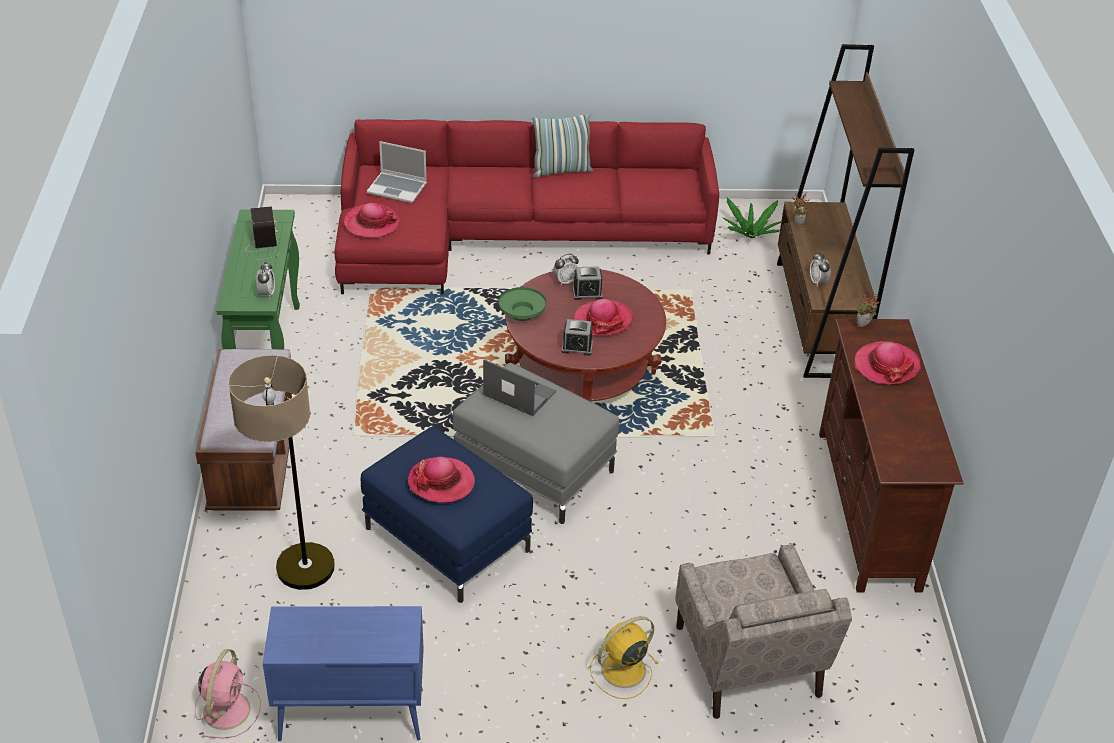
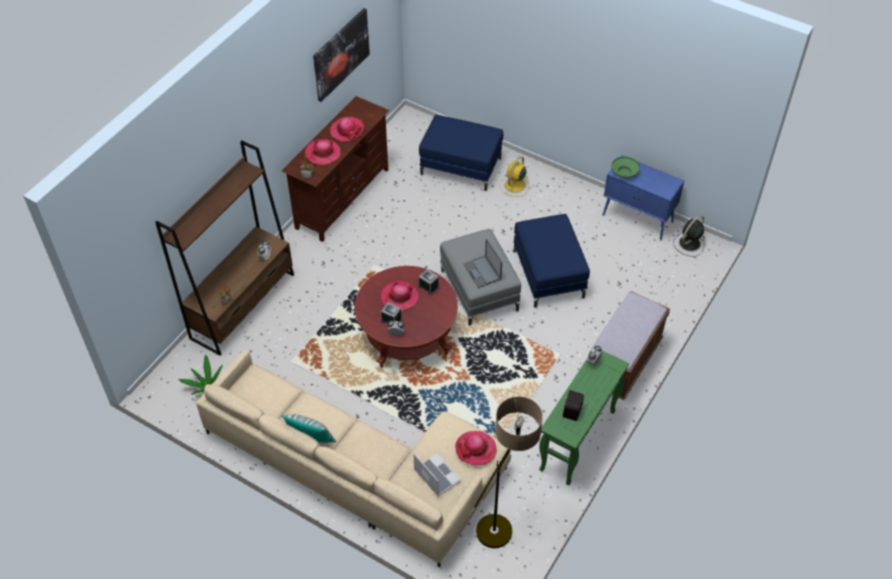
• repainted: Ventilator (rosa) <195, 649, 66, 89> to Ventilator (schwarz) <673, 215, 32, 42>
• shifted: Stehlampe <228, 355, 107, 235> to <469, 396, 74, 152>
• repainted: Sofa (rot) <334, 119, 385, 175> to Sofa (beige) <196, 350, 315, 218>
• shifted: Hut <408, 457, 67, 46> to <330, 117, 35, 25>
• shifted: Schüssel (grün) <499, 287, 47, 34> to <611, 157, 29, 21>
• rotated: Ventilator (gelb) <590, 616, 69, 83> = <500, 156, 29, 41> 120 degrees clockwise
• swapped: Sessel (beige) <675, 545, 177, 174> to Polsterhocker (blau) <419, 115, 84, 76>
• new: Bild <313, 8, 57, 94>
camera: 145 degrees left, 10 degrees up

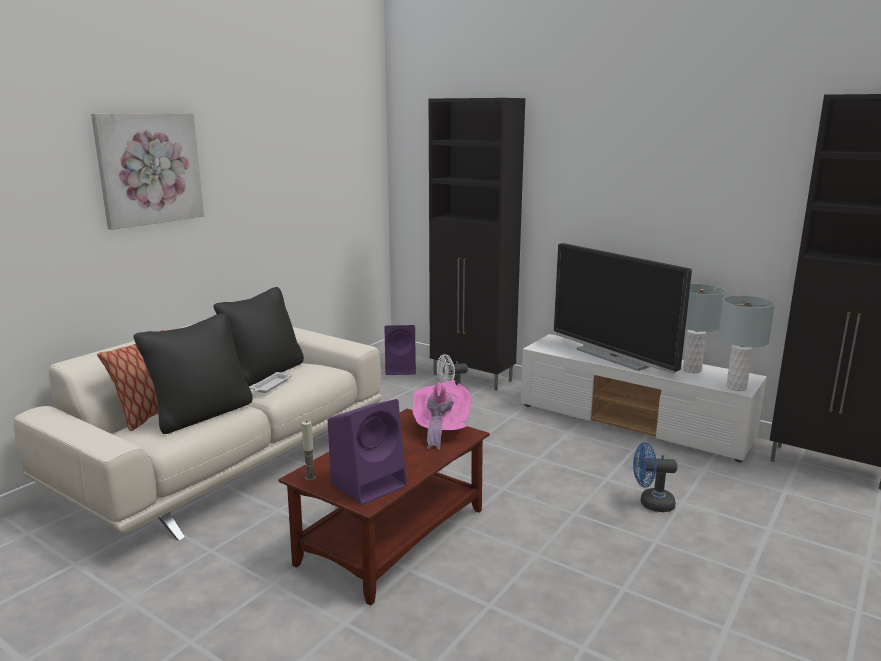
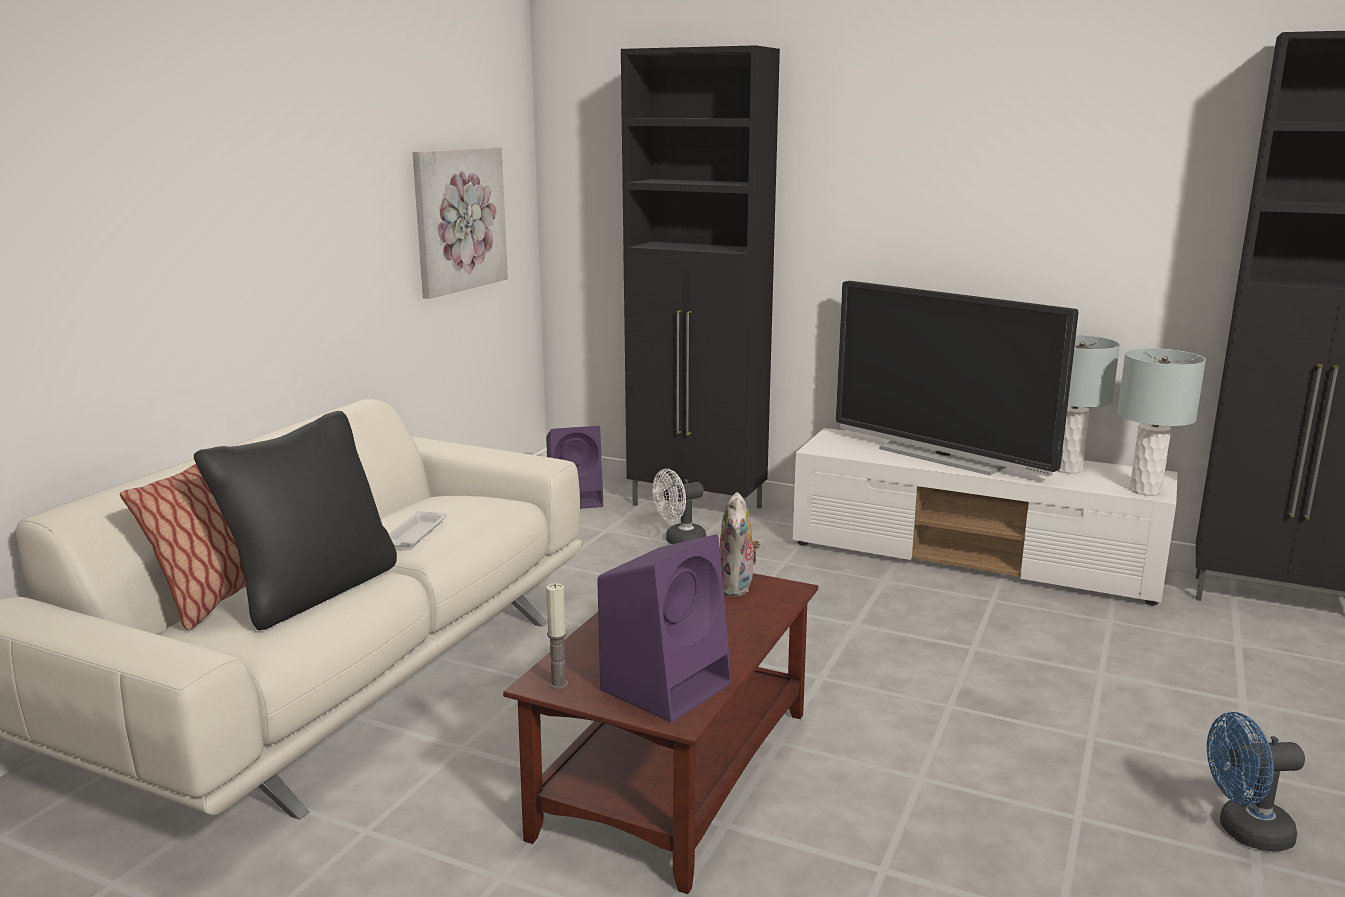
• shifted: Bild <91, 113, 113, 117> to <413, 147, 95, 152>
• gone: Kissen (schwarz) <213, 287, 91, 99>
• swapped: Hut (rosa) <412, 380, 59, 70> to Plüschtier <720, 492, 41, 104>
• shifted: Ventilator (blau) <633, 442, 44, 70> to <1207, 712, 98, 139>
camera: 10 degrees left, 0 degrees up

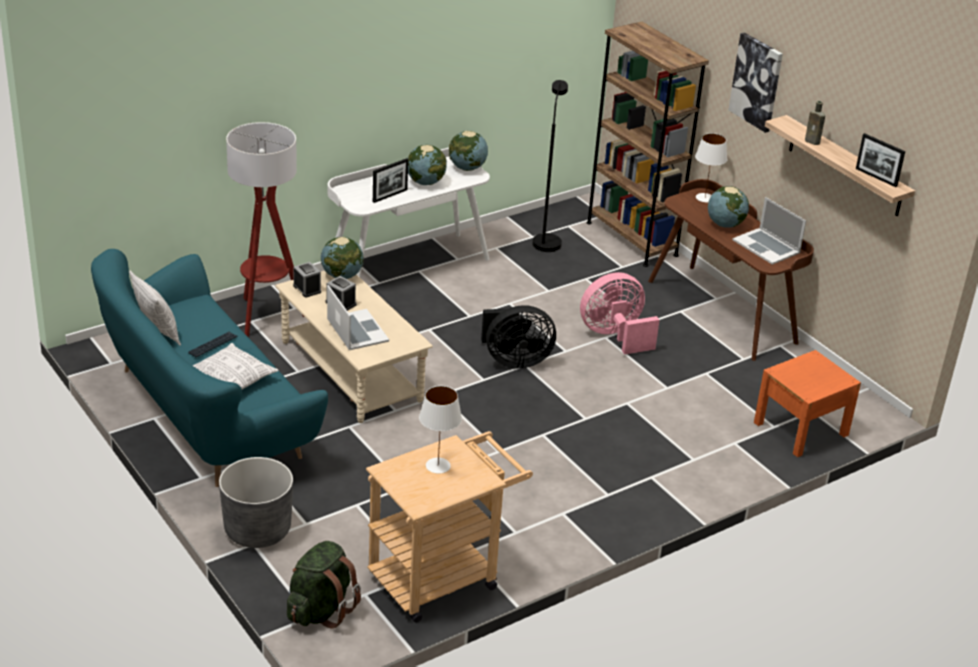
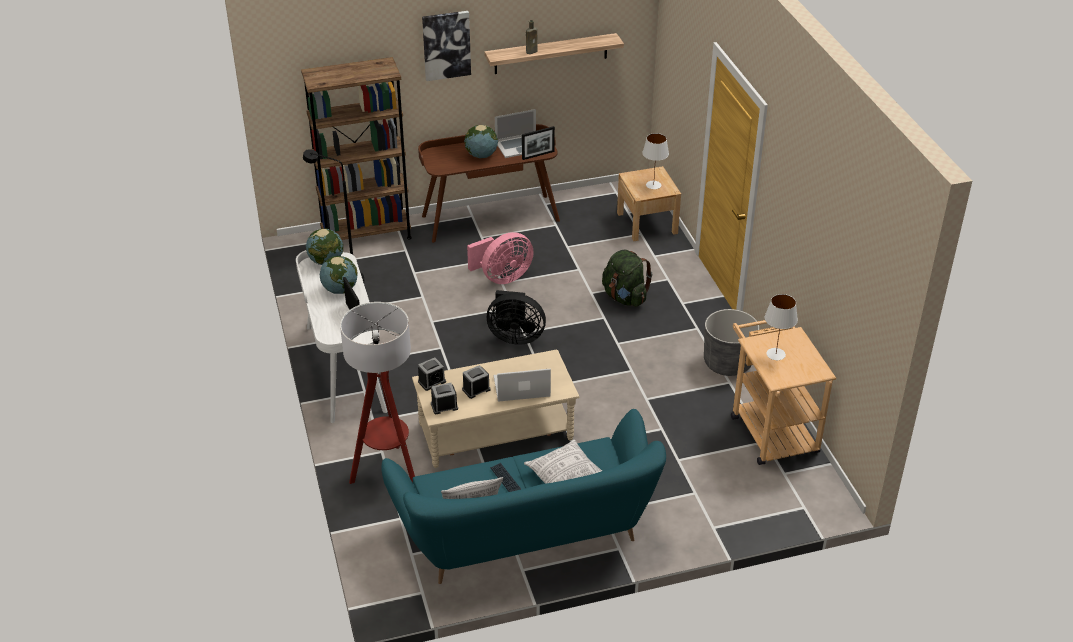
• shifted: Pflanzkübel (grau) <219, 457, 74, 91> to <704, 309, 55, 67>
• shifted: Rucksack (grün) <287, 541, 74, 88> to <602, 250, 50, 57>
• swapped: Globus <321, 237, 43, 42> to Wecker <418, 358, 28, 33>
• rotated: Ventilator (schwarz) <481, 305, 75, 64> = <487, 290, 59, 55> 90 degrees clockwise
• rotated: Ventilator (rosa) <580, 272, 80, 83> = <467, 232, 67, 52> 120 degrees counterclockwise
• shifted: Tischlampe (weiß) <695, 133, 32, 70> to <642, 133, 27, 56>
• repainted: Nachttisch (orange) <754, 350, 107, 107> to Nachttisch (beige) <617, 166, 64, 75>
• shifted: Bilderrahmen <856, 133, 49, 54> to <522, 126, 33, 34>
camera: 70 degrees left, 5 degrees up

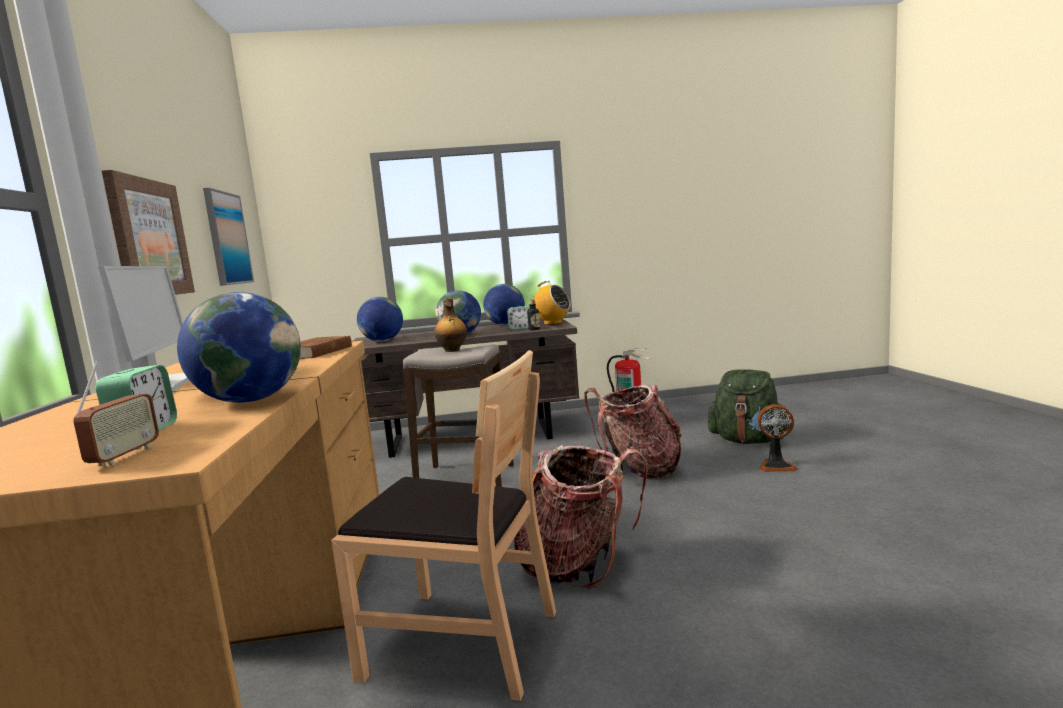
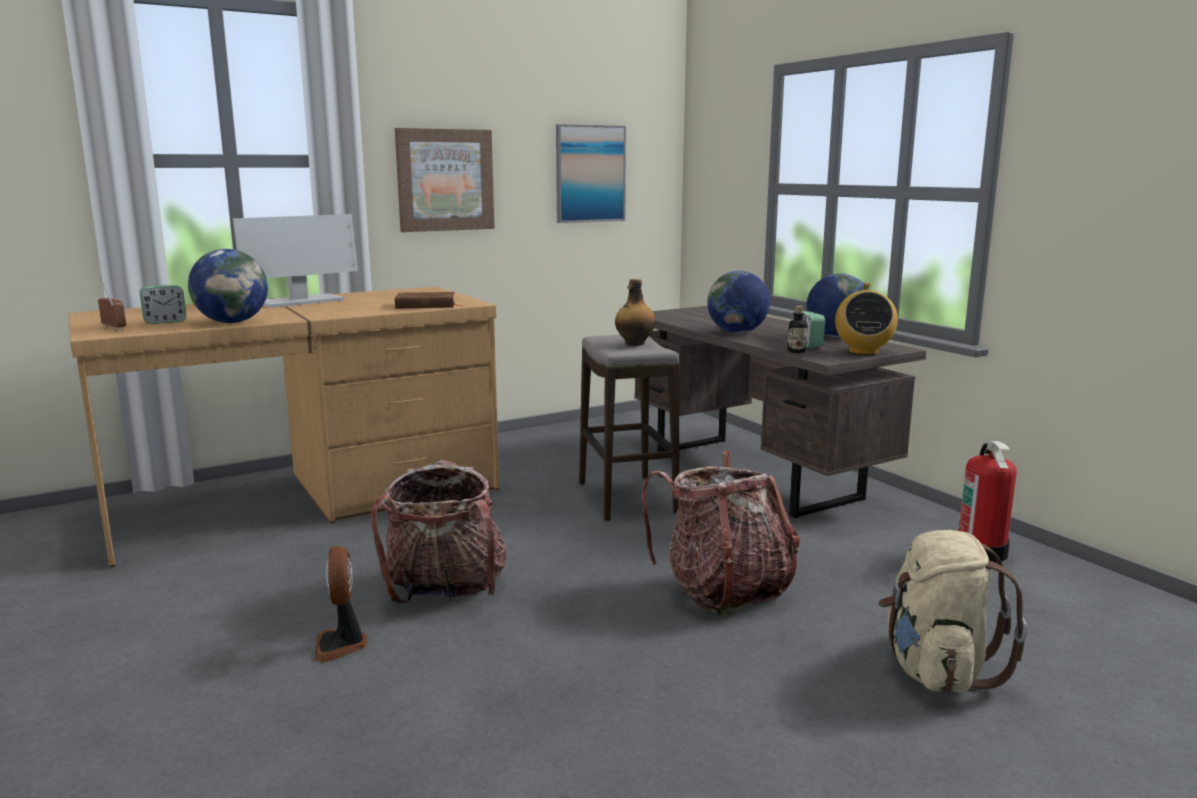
• rotated: Radio <74, 361, 85, 105> = <98, 278, 28, 52> 120 degrees counterclockwise
• gone: Stuhl (braun) <331, 350, 225, 351>
• gone: Globus <357, 297, 46, 45>
• repainted: Rucksack (grün) <708, 369, 80, 75> to Rucksack (beige) <879, 530, 148, 163>
• shifted: Ventilator <758, 404, 40, 68> to <314, 546, 53, 116>
camera: 65 degrees right, 5 degrees up

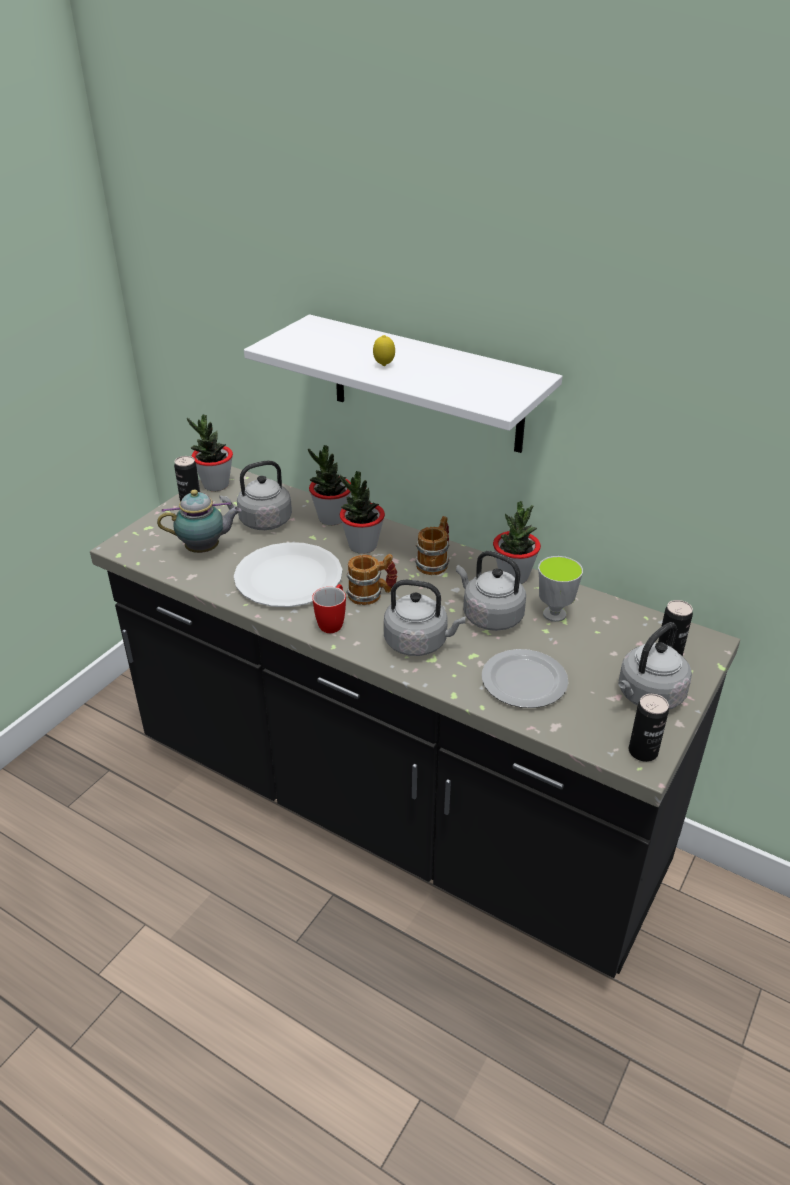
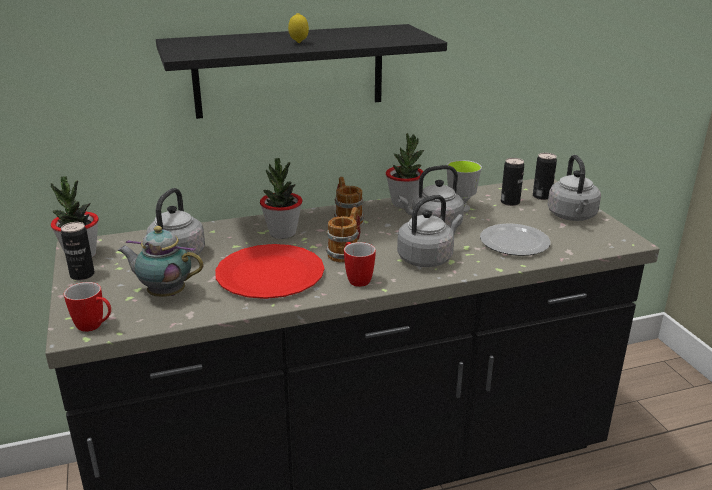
• rotated: Teekanne <157, 489, 85, 64> = <118, 226, 86, 71> 105 degrees counterclockwise
• repainted: Teller (weiß) <234, 542, 109, 65> to Teller (rot) <215, 244, 109, 55>
• repainted: Wandregal (weiß) <244, 314, 318, 139> to Wandregal (schwarz) <156, 24, 291, 95>
• gone: Topfpflanze <308, 445, 43, 80>
• shifted: Dose <629, 694, 40, 68> to <501, 158, 23, 48>
• new: Henkelbecher <64, 282, 47, 50>
camera: 50 degrees left, 10 degrees down

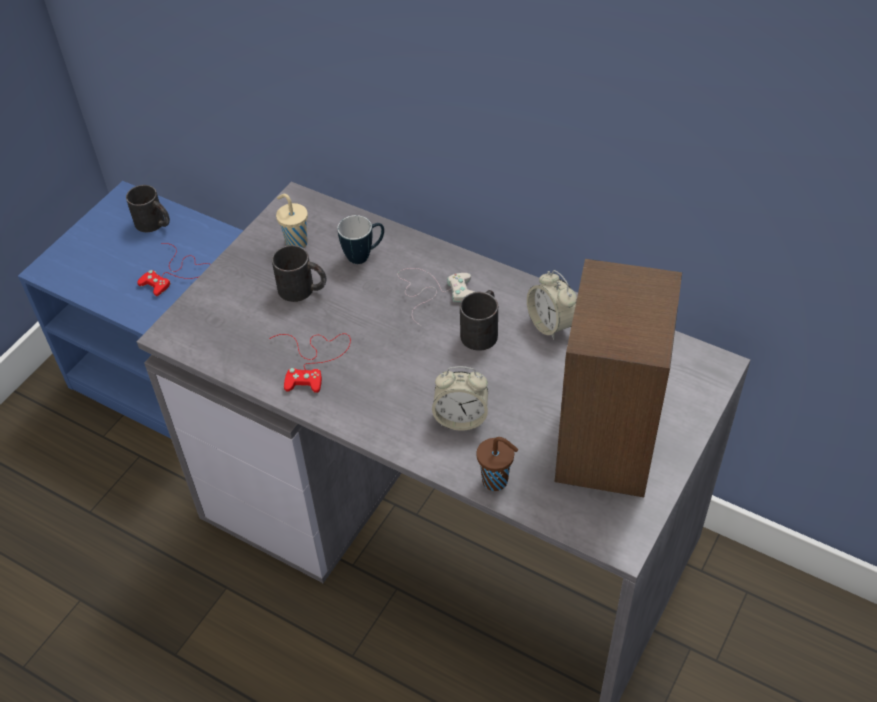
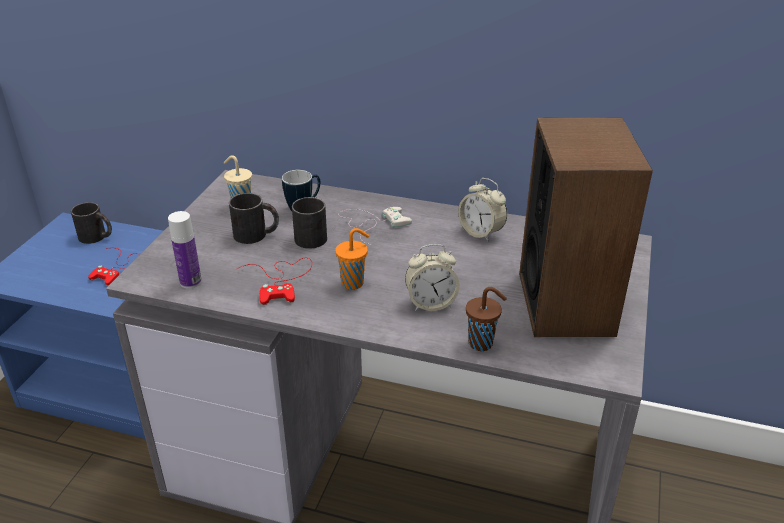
• shifted: Henkelbecher (schwarz) <460, 290, 38, 61> to <292, 197, 35, 52>
• new: Flasche <168, 211, 34, 78>
• new: Tasse (orange) <335, 228, 34, 62>
camera: 15 degrees left, 15 degrees down

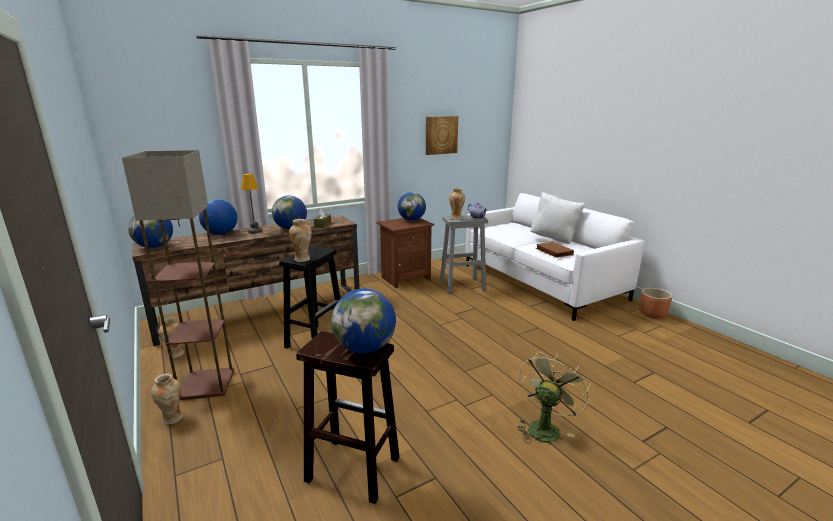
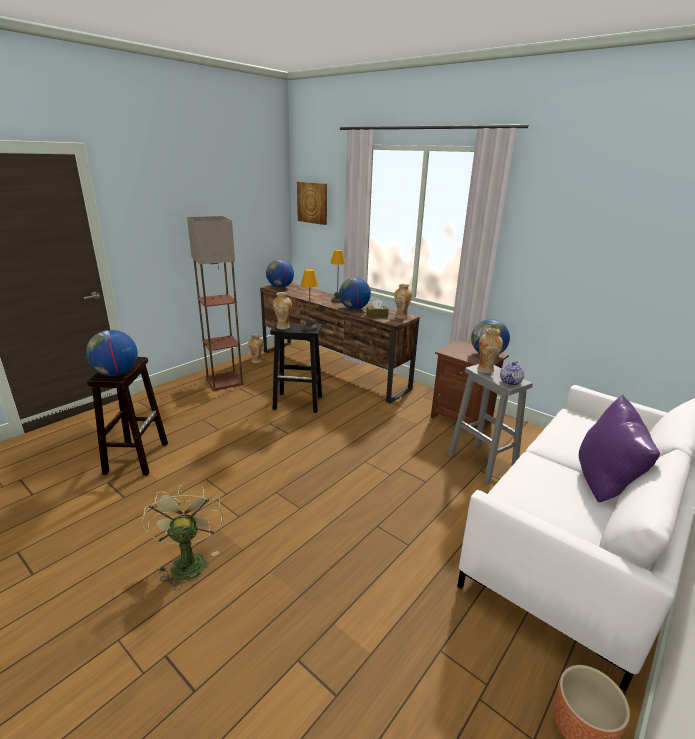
• shifted: Vase <151, 374, 32, 51> to <394, 284, 18, 35>
• gone: Globus <199, 200, 38, 35>
• shifted: Bild <426, 116, 32, 39> to <297, 182, 30, 43>
• rotated: Ventilator (grün) <517, 351, 74, 92> = <142, 485, 81, 105> 120 degrees counterclockwise
• repainted: Kissen (weiß) <530, 192, 55, 51> to Kissen (lila) <579, 394, 81, 108>
• gone: Buch (braun) <536, 242, 38, 16>
• new: Tischlampe <301, 269, 17, 62>
camera: 70 degrees right, 5 degrees up

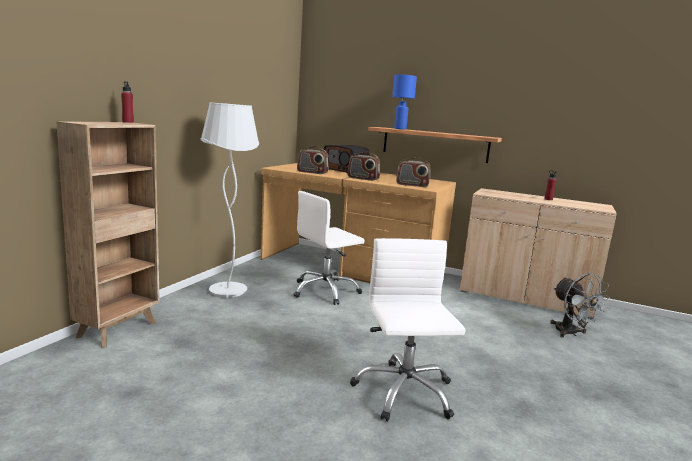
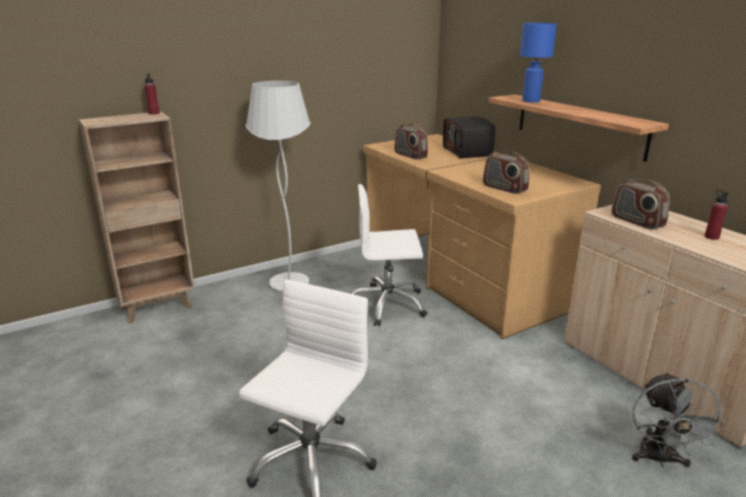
• shifted: Radio <347, 151, 33, 30> to <611, 179, 59, 51>
camera: 35 degrees right, 10 degrees up

